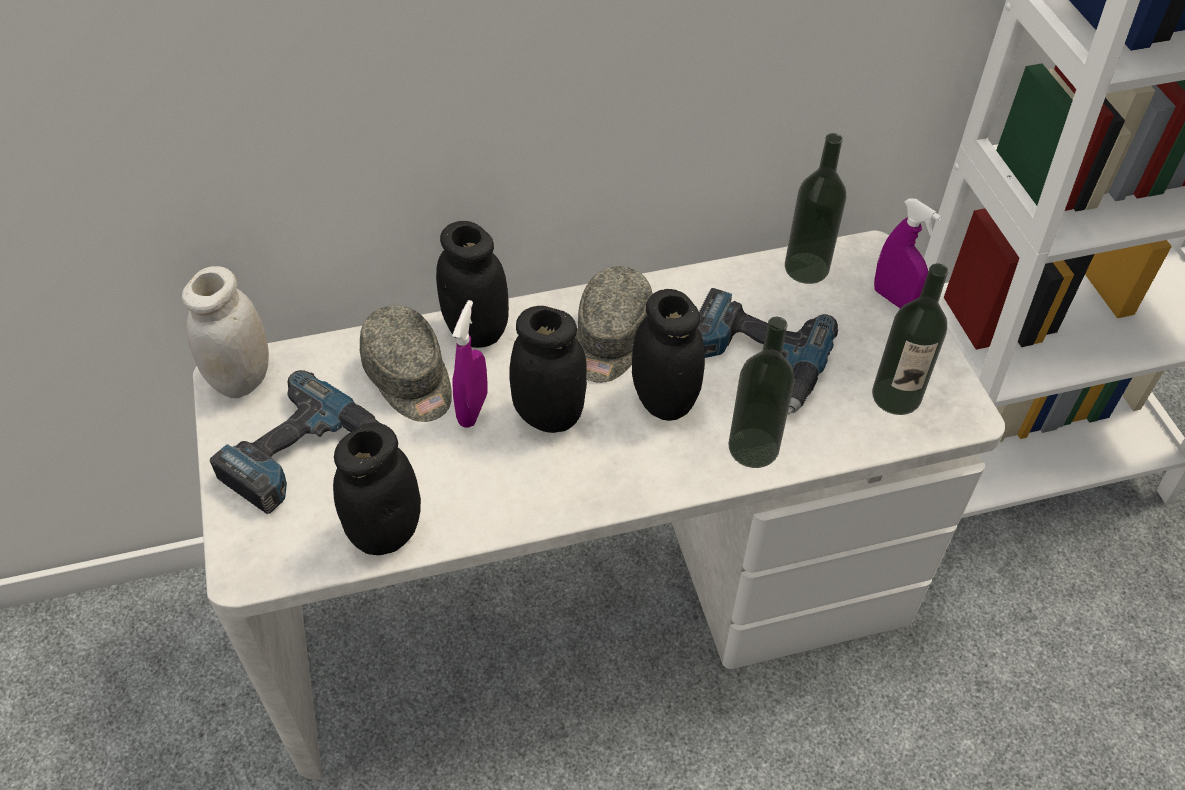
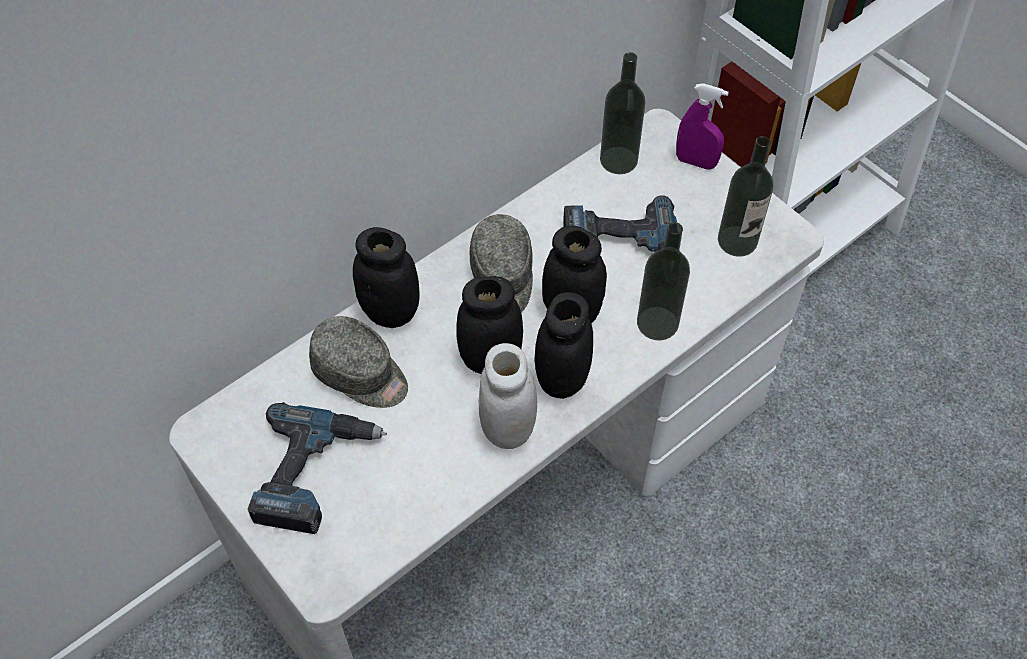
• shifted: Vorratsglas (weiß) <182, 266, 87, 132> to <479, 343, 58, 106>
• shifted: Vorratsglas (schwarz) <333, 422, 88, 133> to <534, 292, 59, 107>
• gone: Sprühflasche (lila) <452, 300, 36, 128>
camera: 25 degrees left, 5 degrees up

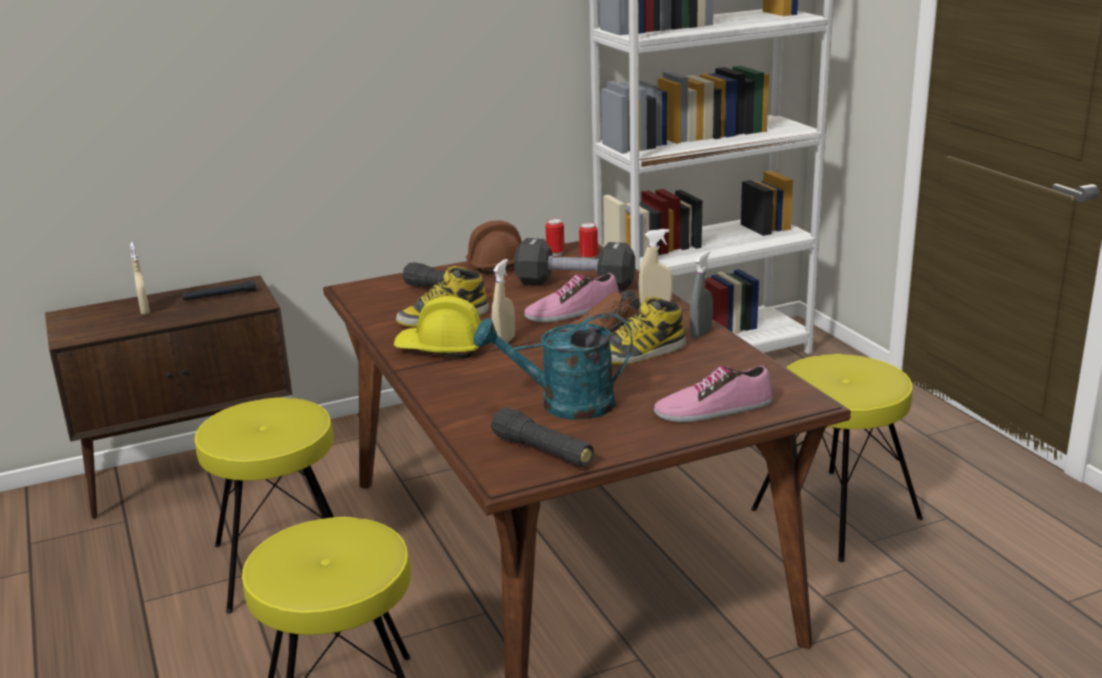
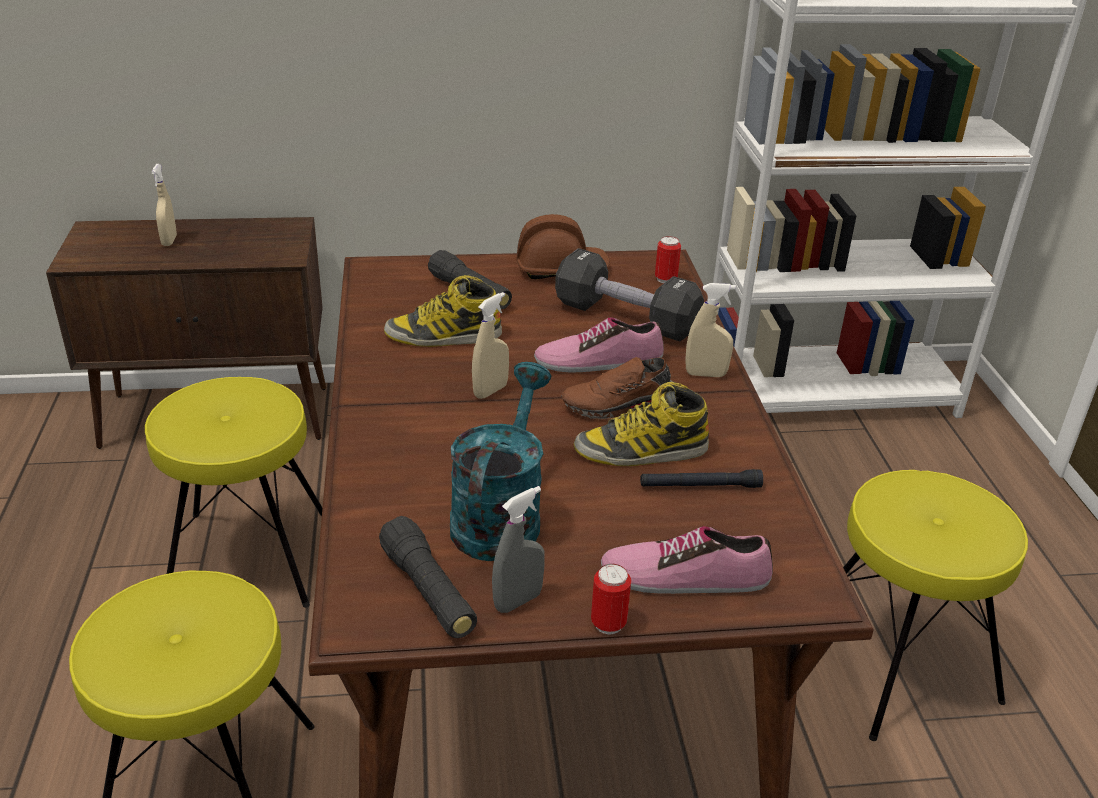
• shifted: Taschenlampe (schwarz) <182, 280, 74, 20> to <640, 469, 123, 19>
• gone: Schutzhelm (gelb) <394, 296, 87, 62>
• rotated: Gießkanne (türkis) <473, 313, 160, 107> = <450, 362, 101, 199> 90 degrees clockwise
• shifted: Dose <546, 219, 19, 37> to <591, 564, 40, 70>
• shifted: Sprühflasche (grau) <690, 250, 23, 88> to <492, 486, 53, 127>
camera: 15 degrees right, 10 degrees up

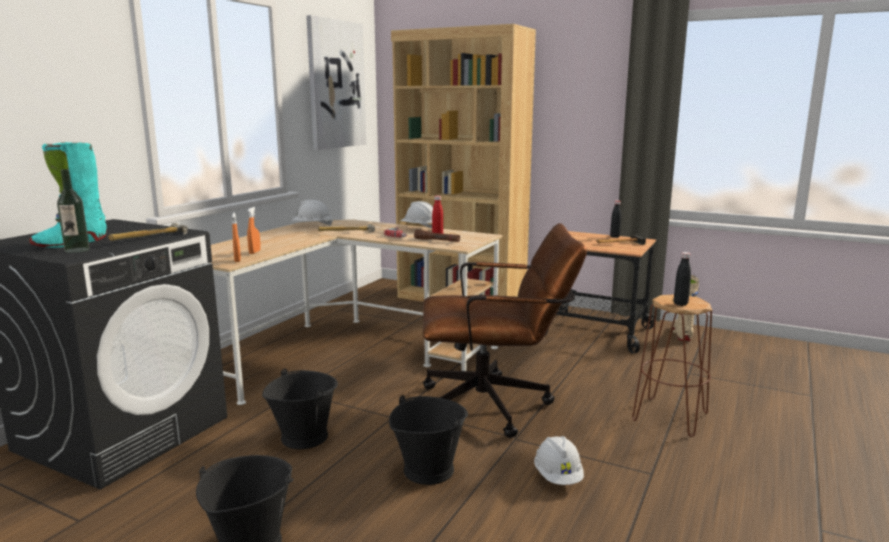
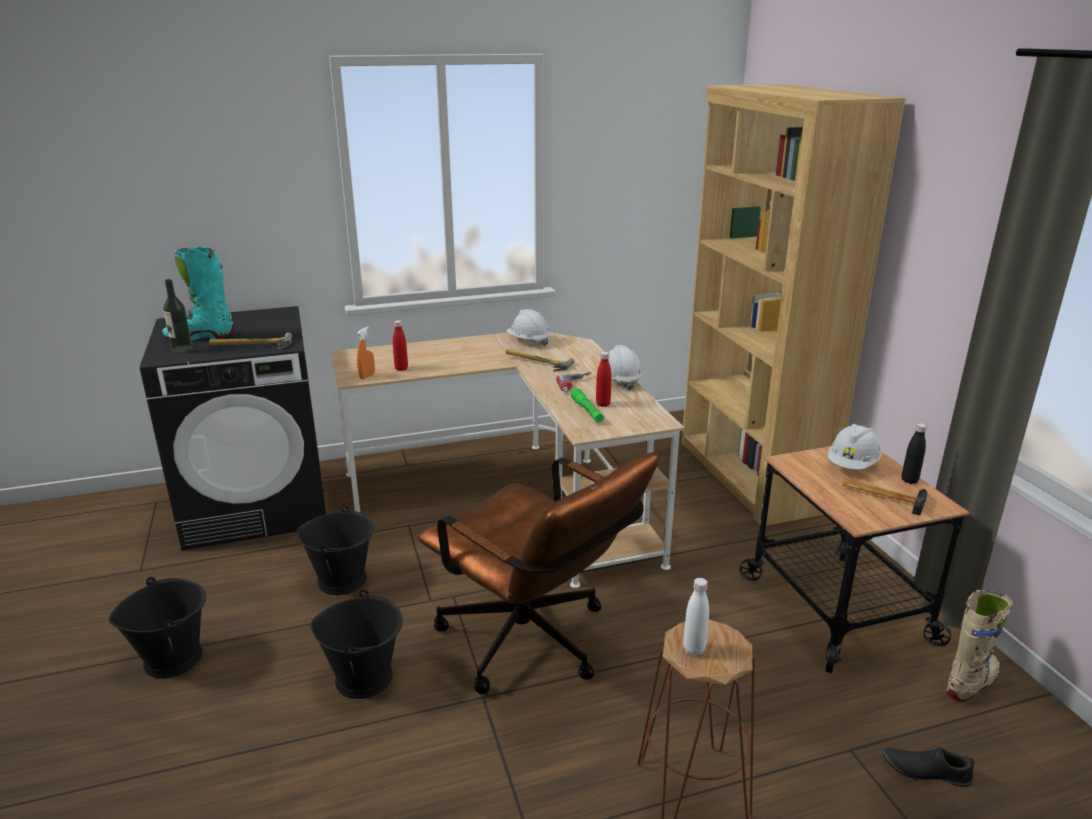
• swapped: Sprühflasche (orange) <247, 207, 14, 47> to Flasche (rot) <393, 320, 15, 51>
• gone: Bild <306, 15, 60, 135>
• repainted: Taschenlampe (braun) <414, 230, 46, 12> to Taschenlampe (grün) <570, 388, 34, 35>
• shifted: Schutzhelm (weiß) <534, 436, 50, 49> to <828, 424, 53, 46>
• repainted: Flasche (schwarz) <674, 252, 17, 54> to Flasche (weiß) <683, 578, 26, 78>
• new: Schuh (schwarz) <883, 747, 92, 40>
camera: 45 degrees right, 10 degrees up

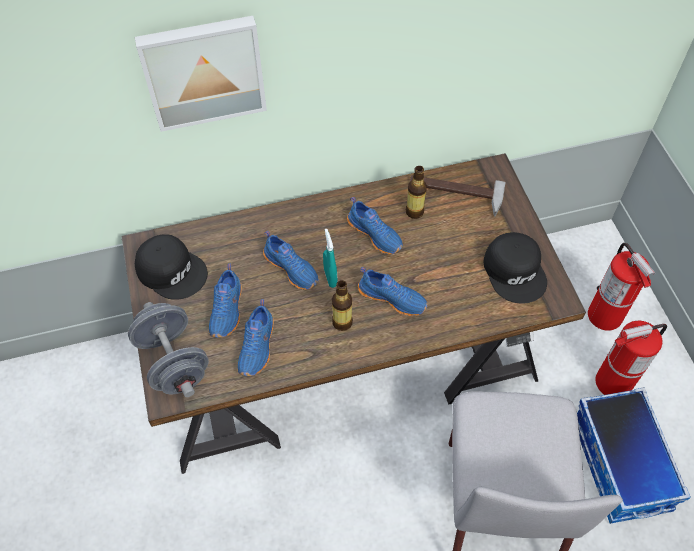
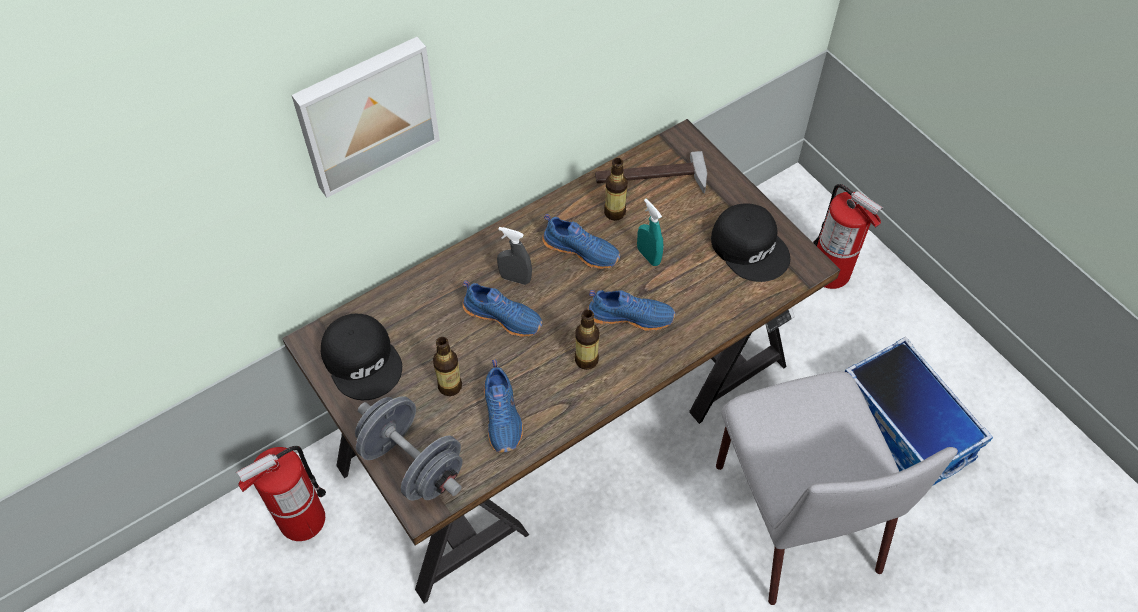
• rotated: Kappe (schwarz) <135, 235, 73, 65> = <321, 313, 81, 87> 45 degrees clockwise
• swapped: Schuh (blau) <209, 264, 33, 74> to Flasche <433, 337, 29, 59>
• shifted: Sprühflasche (türkis) <323, 229, 14, 59> to <637, 199, 26, 67>
• shifted: Feuerlöscher <596, 321, 71, 74> to <236, 446, 90, 95>
• new: Sprühflasche (grau) <497, 227, 35, 58>
camera: 20 degrees left, 0 degrees up

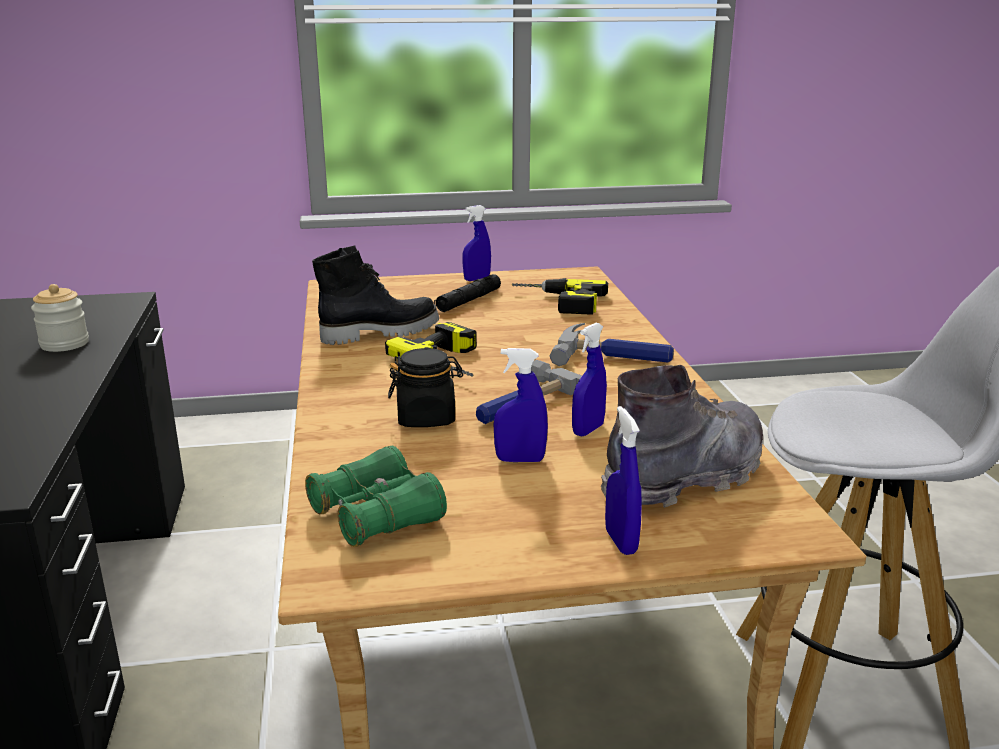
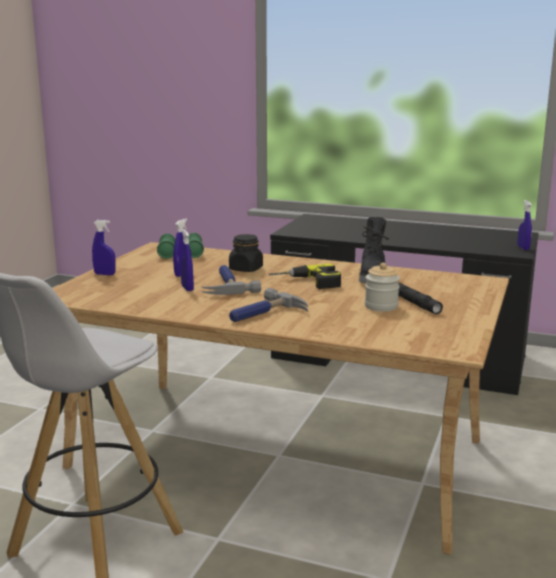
• shifted: Vorratsglas <31, 284, 58, 68> to <365, 263, 35, 49>
• shifted: Sprühflasche (blau) <462, 205, 29, 76> to <517, 200, 15, 50>
• gone: Bohrmaschine <512, 278, 96, 37>
• gone: Stiefel (grau) <601, 365, 162, 143>
camera: 120 degrees right, 5 degrees down

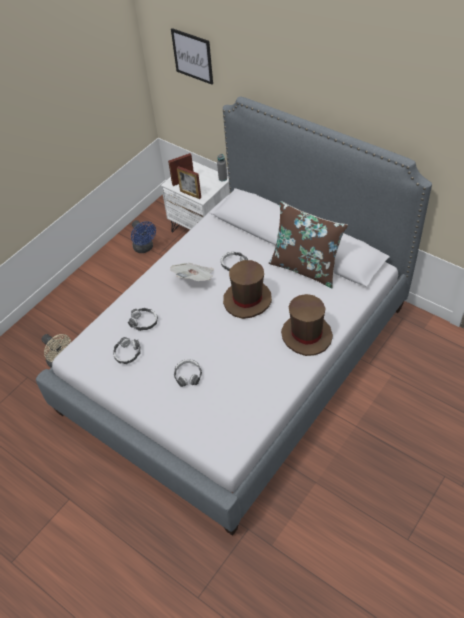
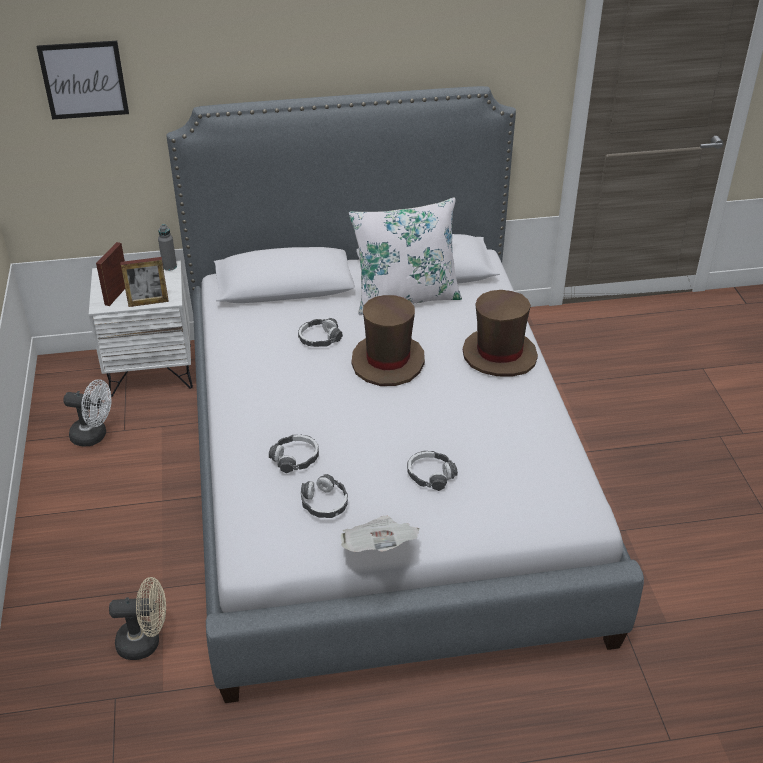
• repainted: Ventilator (blau) <131, 220, 25, 33> to Ventilator (weiß) <63, 379, 48, 67>
• shifted: Zeitung <170, 263, 44, 18> to <341, 516, 79, 36>
• repainted: Kissen (braun) <269, 201, 79, 87> to Kissen (weiß) <349, 198, 113, 117>
camera: 50 degrees left, 10 degrees down

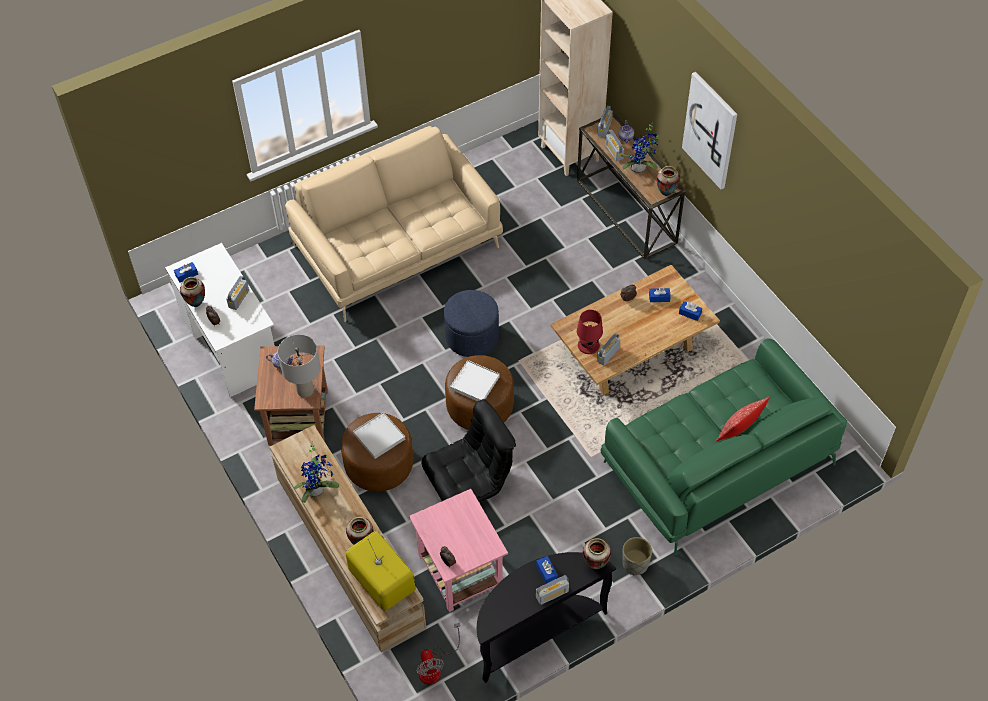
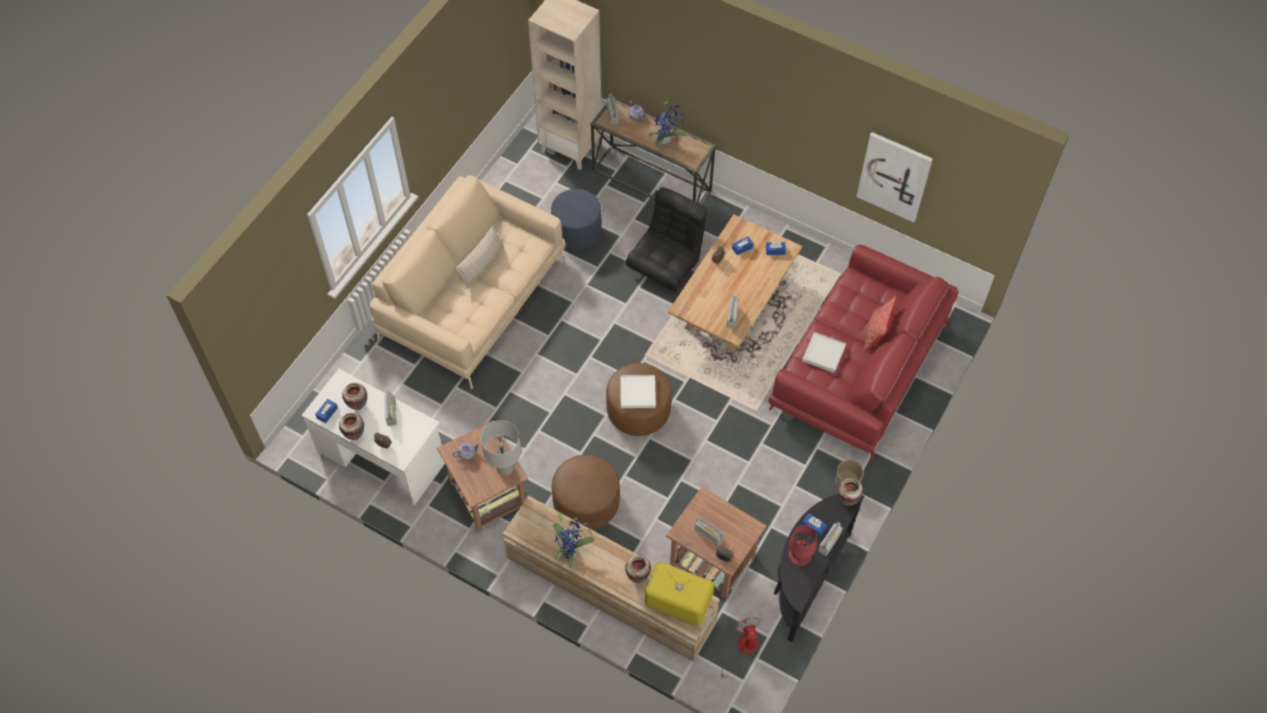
• shifted: Tablett (weiß) <353, 412, 52, 47> to <802, 332, 44, 41>
• repainted: Beistelltisch (rosa) <409, 489, 99, 123> to Beistelltisch (braun) <666, 487, 100, 112>
• rotated: Ventilator <417, 623, 43, 61> = <721, 617, 39, 63> 150 degrees counterclockwise
• shifted: Sessel (schwarz) <422, 399, 94, 103> to <626, 188, 82, 103>
• shifted: Polsterhocker (blau) <444, 290, 55, 67> to <551, 189, 51, 62>
• shifted: Tischlampe (rot) <577, 310, 26, 44> to <788, 525, 29, 41>
• repainted: Sofa (grün) <600, 338, 247, 217> to Sofa (rot) <769, 245, 190, 216>
• shifted: Radio <605, 130, 19, 32> to <695, 517, 29, 29>
• shifted: Vase <656, 166, 24, 30> to <342, 383, 25, 27>
• shifted: Bild <682, 72, 55, 117> to <856, 132, 77, 90>
• new: Kissen (beige) <455, 225, 49, 64>
camera: 30 degrees left, 5 degrees up

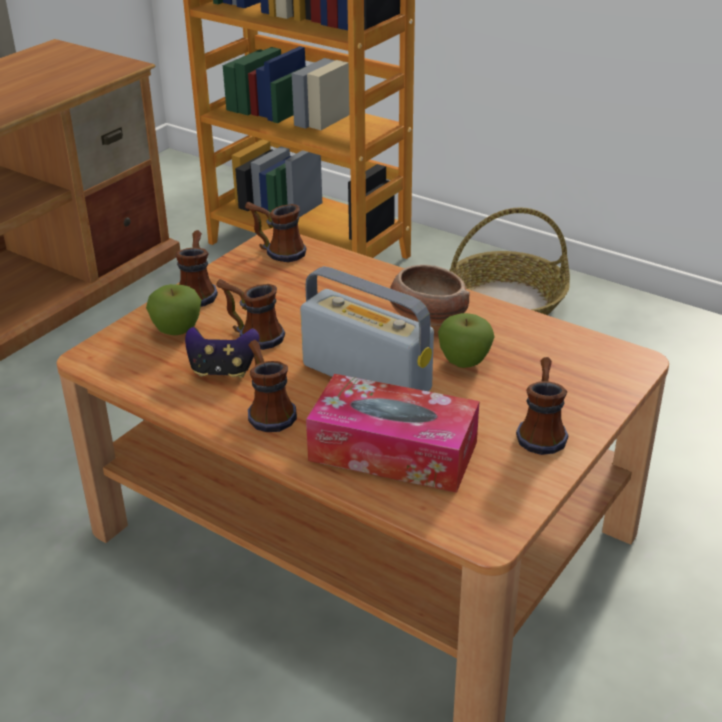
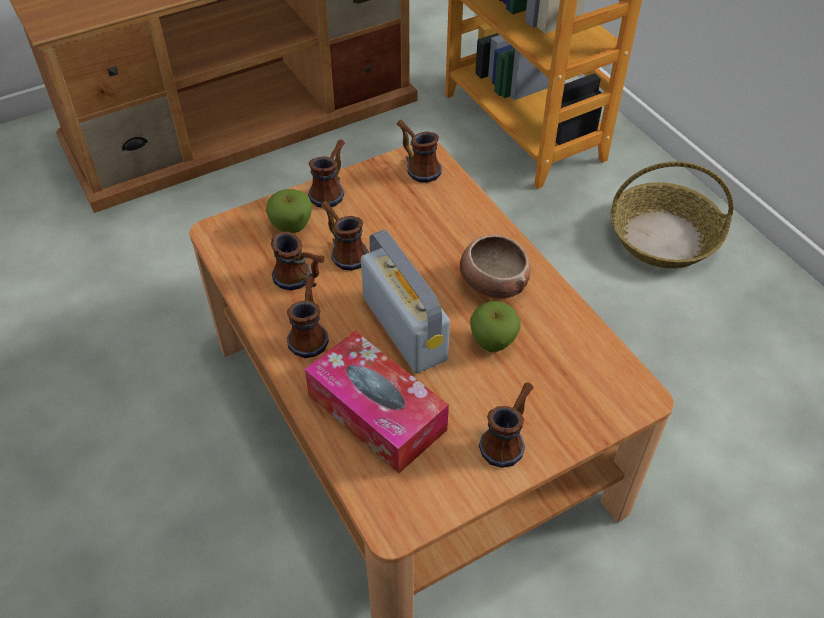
• swapped: Gamepad <185, 327, 74, 51> to Henkelbecher <271, 232, 54, 59>
camera: 25 degrees right, 15 degrees up

